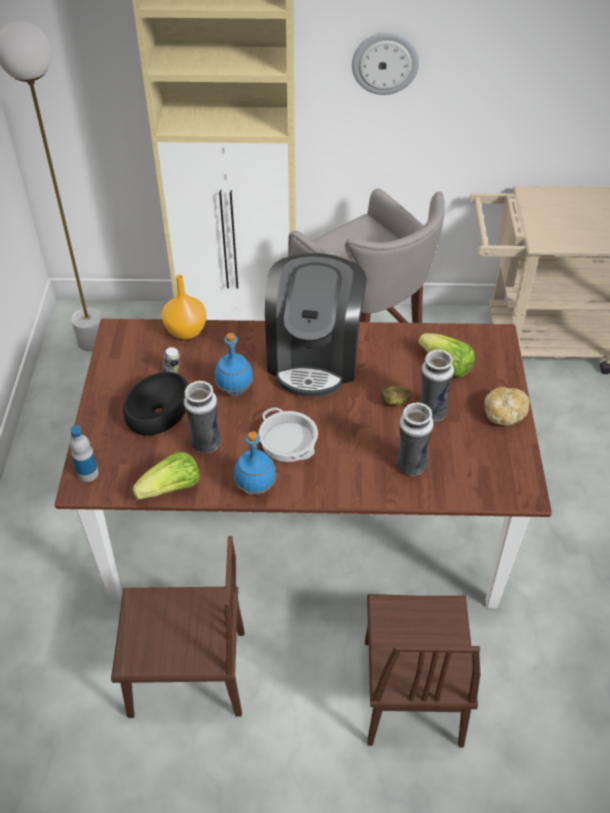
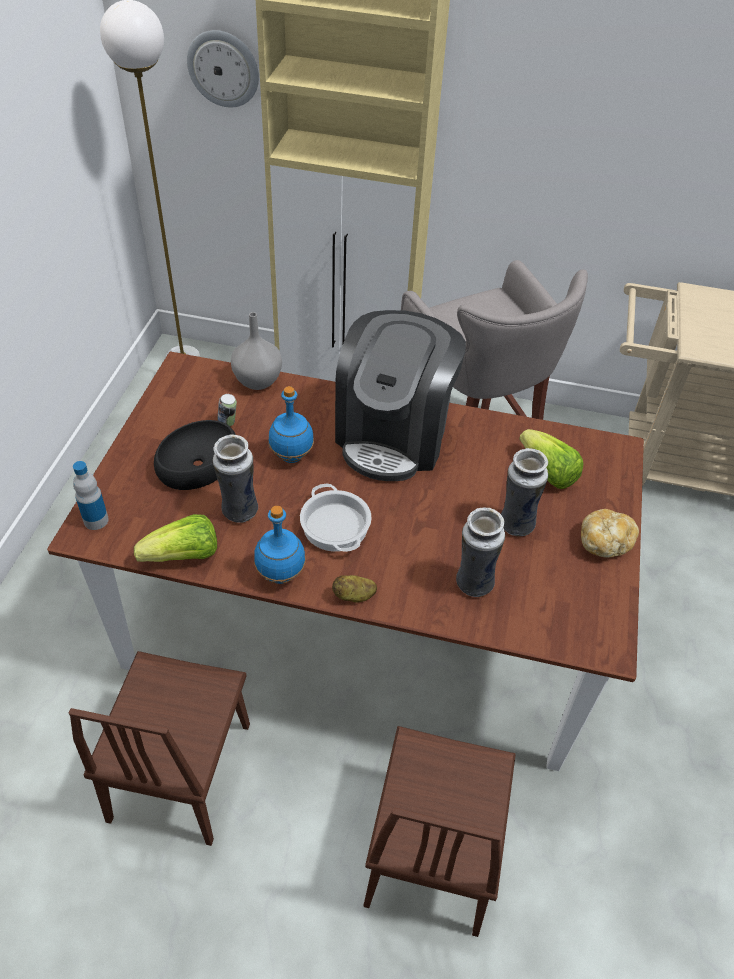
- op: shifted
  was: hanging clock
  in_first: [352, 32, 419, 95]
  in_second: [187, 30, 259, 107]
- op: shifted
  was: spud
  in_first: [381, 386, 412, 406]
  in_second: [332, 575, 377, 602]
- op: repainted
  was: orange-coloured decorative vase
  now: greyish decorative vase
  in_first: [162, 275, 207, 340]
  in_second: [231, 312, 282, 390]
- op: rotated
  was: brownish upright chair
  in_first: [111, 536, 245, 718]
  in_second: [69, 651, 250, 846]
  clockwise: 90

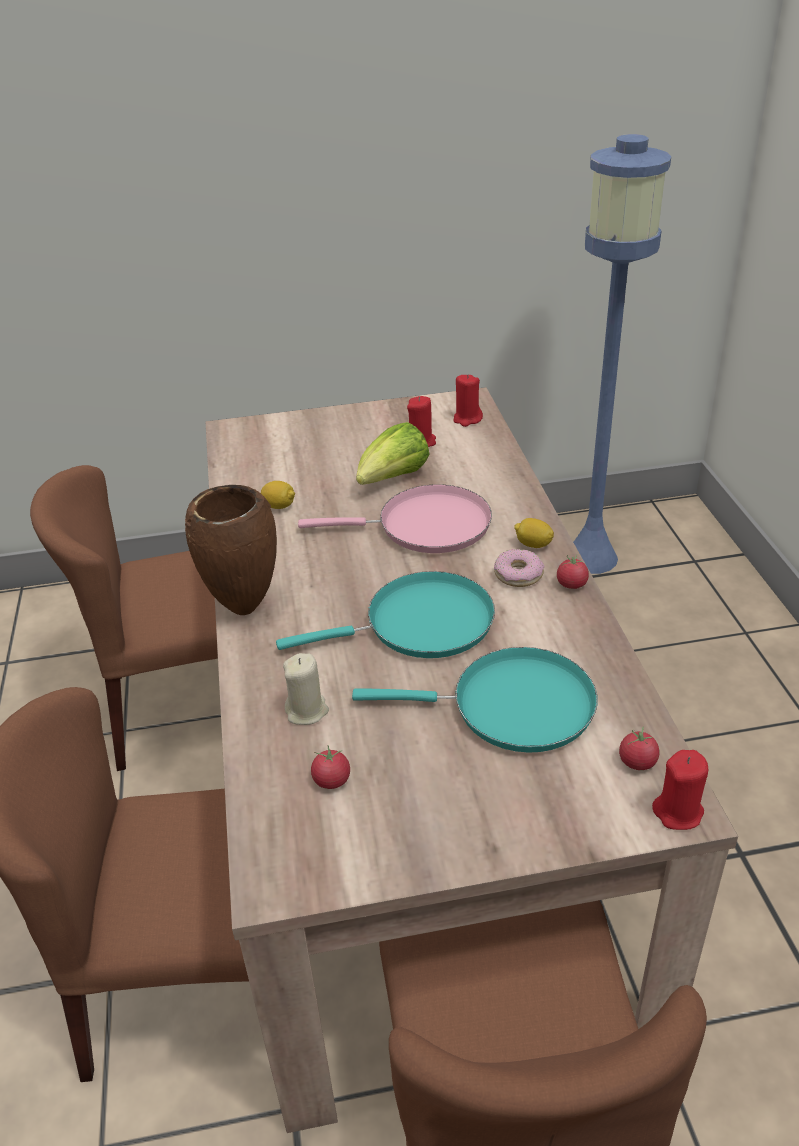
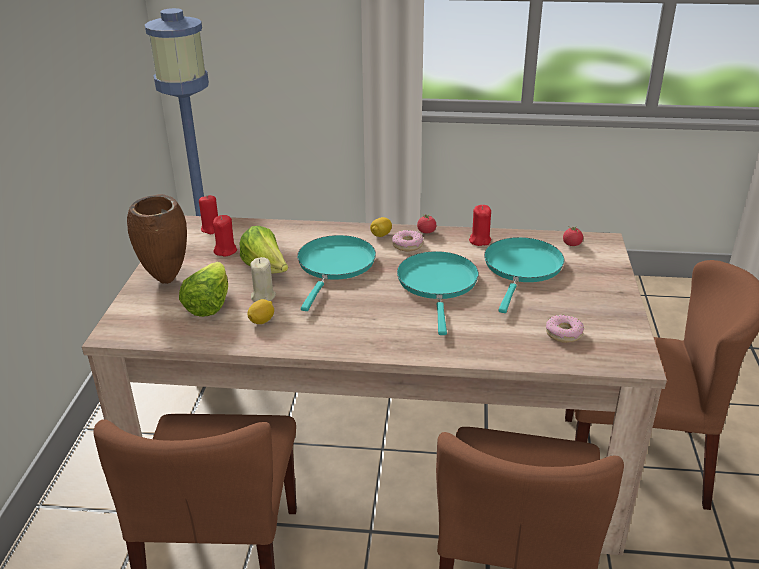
- op: new
  now: lettuce head
  in_second: [179, 262, 228, 317]
- op: shifted
  was: brownish decorative vase
  in_first: [185, 485, 277, 615]
  in_second: [127, 194, 187, 284]
- op: shifted
  was: beige candle
  in_first: [283, 653, 329, 725]
  in_second: [250, 257, 276, 302]
- op: shifted
  was: red-coloured candle
  in_first: [652, 750, 708, 830]
  in_second: [469, 205, 491, 246]
- op: swapped
  was: tomato
  now: doughnut
  in_first: [311, 746, 350, 789]
  in_second: [546, 315, 584, 343]
- op: repainted
  was: pink-coloured skillet
  now: blue-green skillet
  in_first: [298, 485, 492, 553]
  in_second: [297, 235, 376, 311]

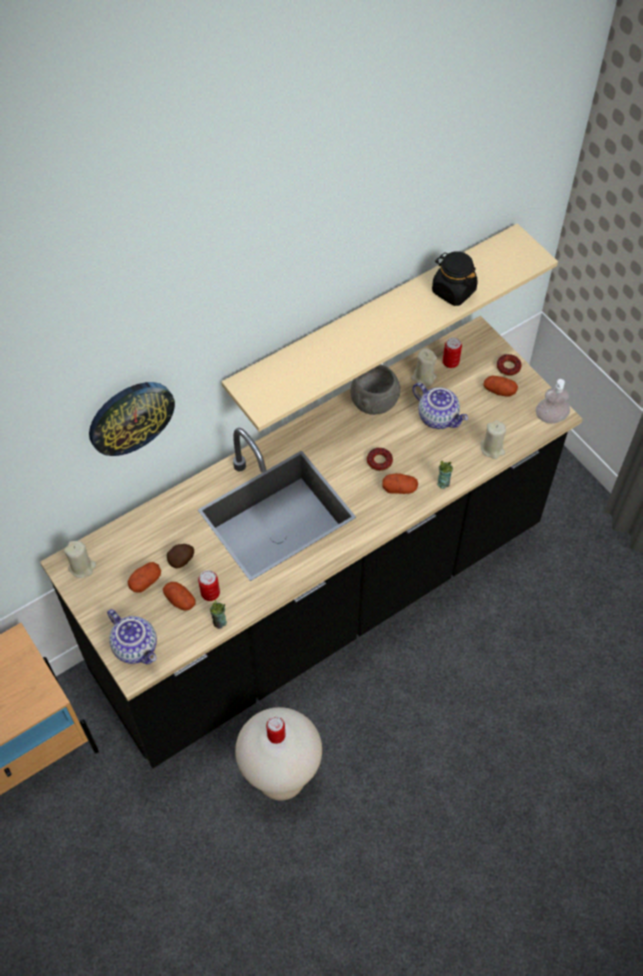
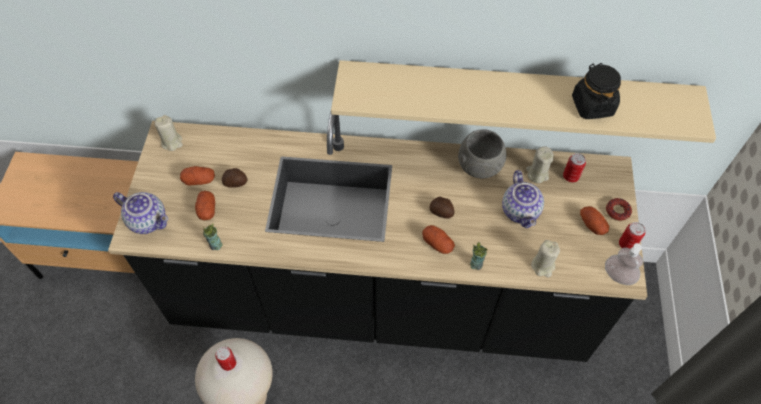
- op: gone
  was: hanging clock
  in_first: [89, 382, 175, 456]
- op: shifted
  was: sealed can
  in_first: [198, 570, 220, 601]
  in_second: [619, 222, 645, 249]
- op: swapped
  was: doughnut
  now: spud
  in_first: [367, 448, 393, 471]
  in_second: [430, 197, 454, 218]
- op: rotated
  was: teapot
  in_first: [107, 609, 157, 664]
  in_second: [113, 192, 168, 234]
  clockwise: -60

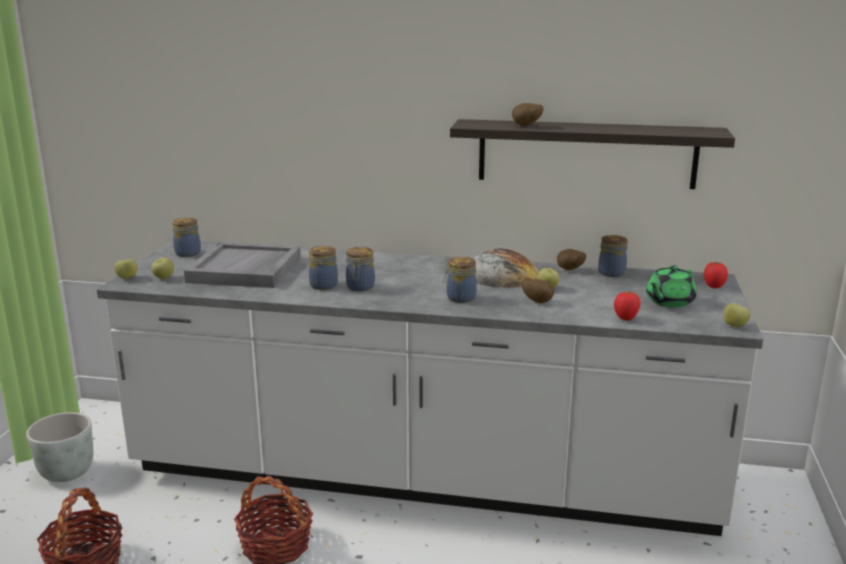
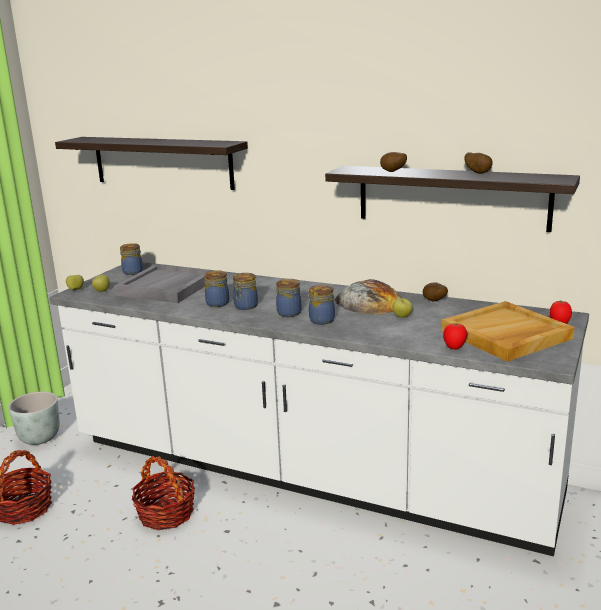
- op: gone
  was: apple
  in_first: [723, 303, 750, 327]
- op: new
  now: bracket shelf
  in_second: [55, 137, 248, 190]
- op: shifted
  was: spud
  in_first: [522, 278, 554, 303]
  in_second: [464, 152, 493, 174]
- op: shifted
  was: jar
  in_first: [598, 235, 628, 277]
  in_second: [276, 279, 301, 317]
- op: swapped
  was: green teapot
  now: beige tray
  in_first: [646, 265, 697, 308]
  in_second: [441, 301, 574, 362]

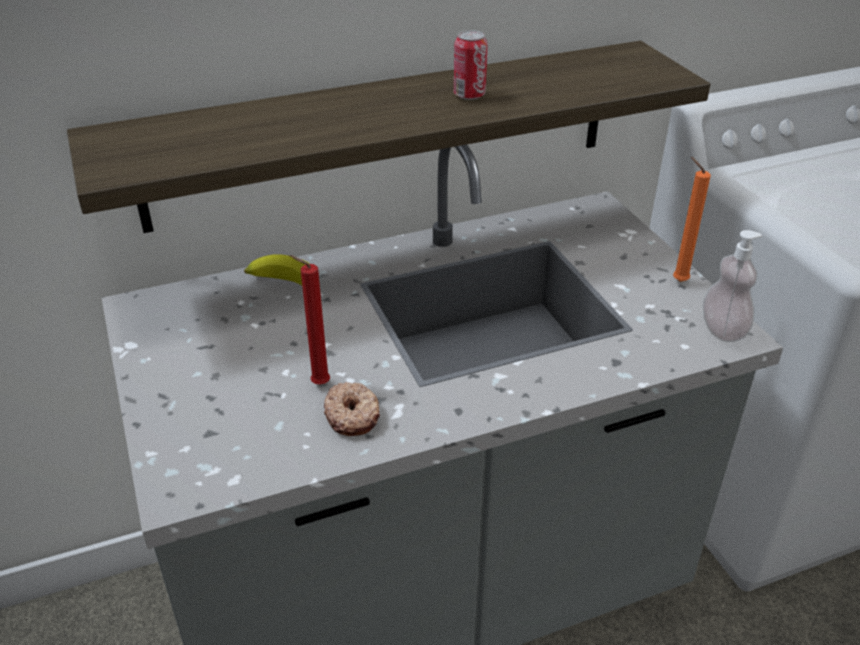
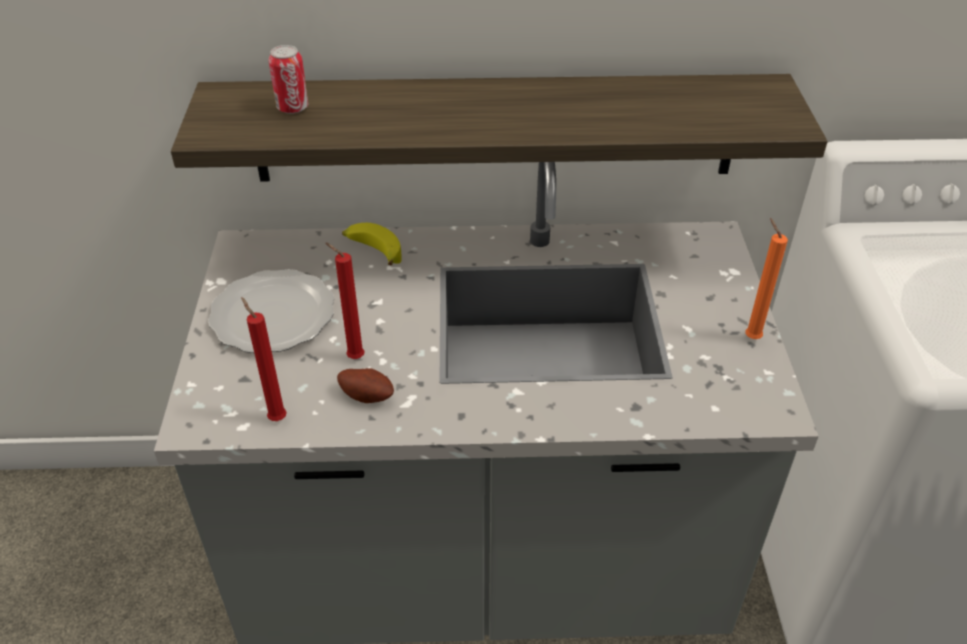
- op: gone
  was: soap bottle
  in_first: [703, 230, 762, 342]
- op: new
  now: dinner plate
  in_second: [208, 269, 334, 353]
- op: new
  now: red-coloured candle
  in_second: [241, 297, 287, 421]
- op: shifted
  was: sealed can
  in_first: [454, 30, 488, 100]
  in_second: [268, 45, 308, 114]
- op: swapped
  was: doughnut
  now: spud
  in_first: [324, 382, 380, 436]
  in_second: [337, 368, 394, 403]

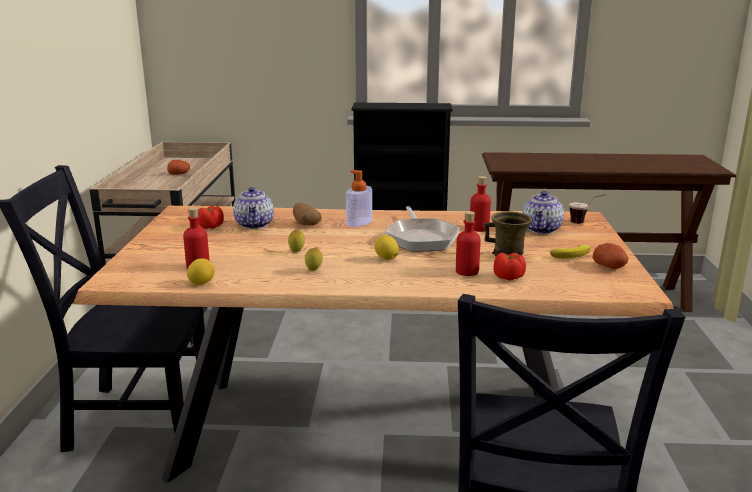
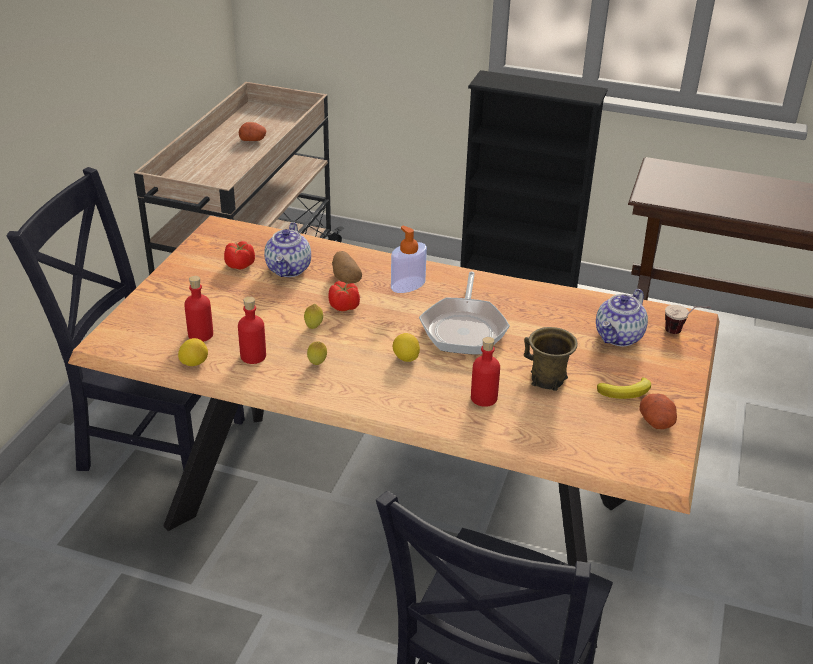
- op: shifted
  was: red-coloured drink bottle
  in_first: [470, 176, 491, 232]
  in_second: [238, 297, 266, 364]
- op: shifted
  was: tomato
  in_first: [494, 253, 526, 281]
  in_second: [328, 281, 360, 311]

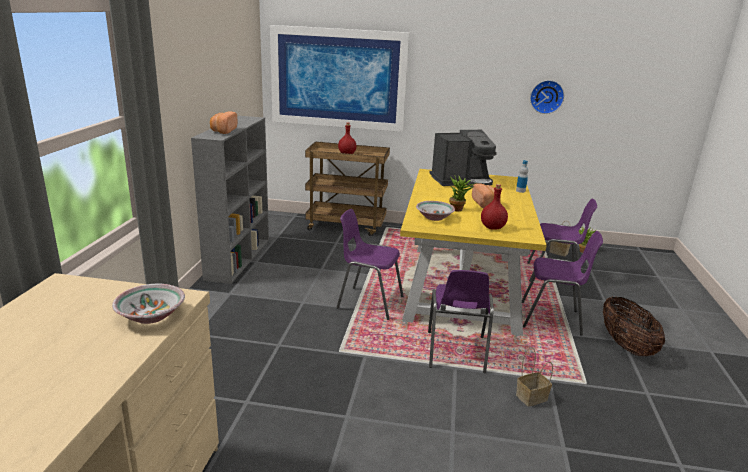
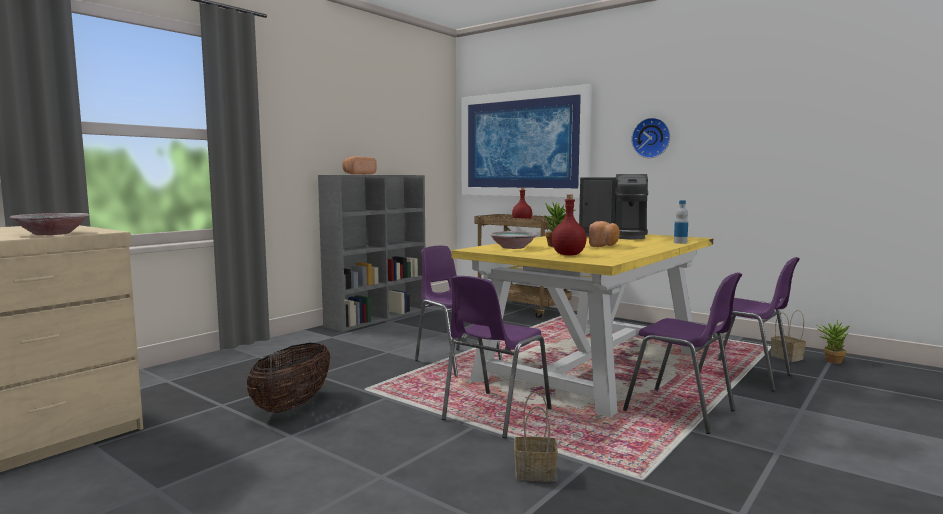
- op: shifted
  was: hanging clock
  in_first: [530, 80, 564, 114]
  in_second: [631, 118, 670, 158]
- op: shifted
  was: basket
  in_first: [603, 296, 665, 356]
  in_second: [246, 343, 330, 413]

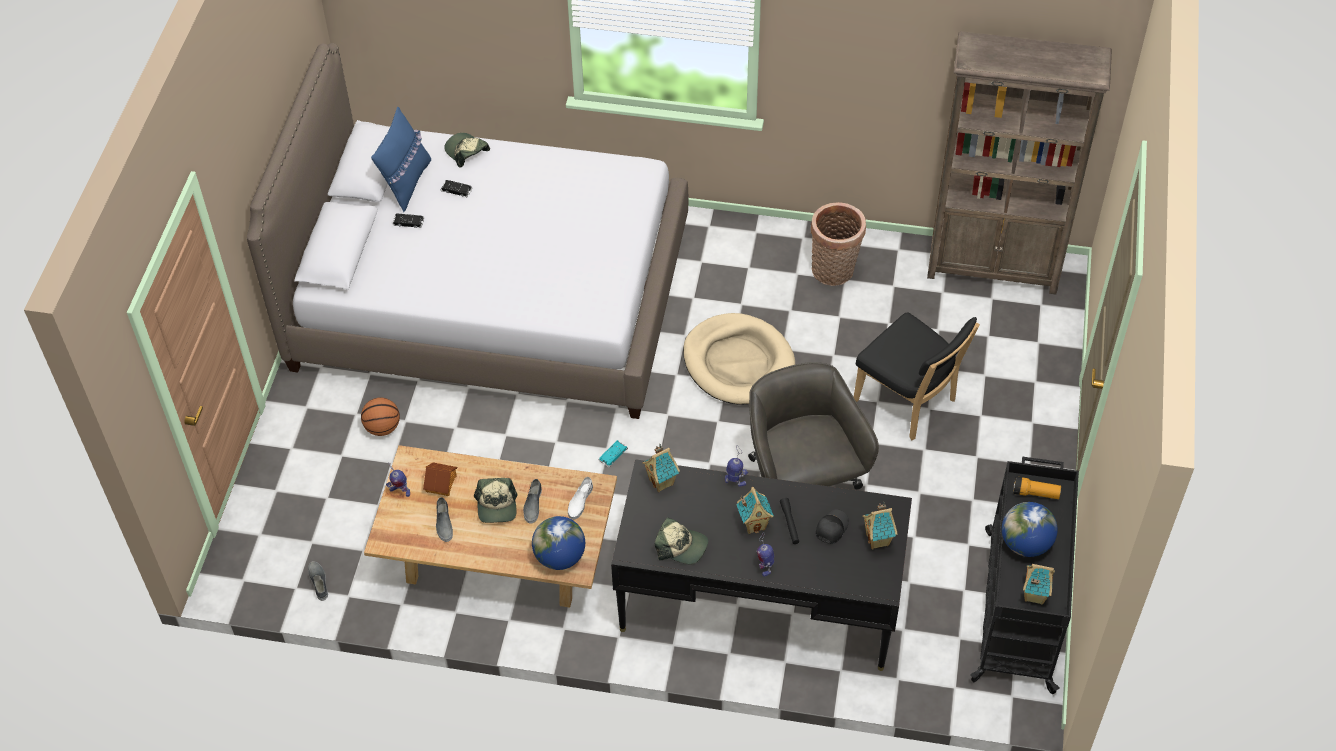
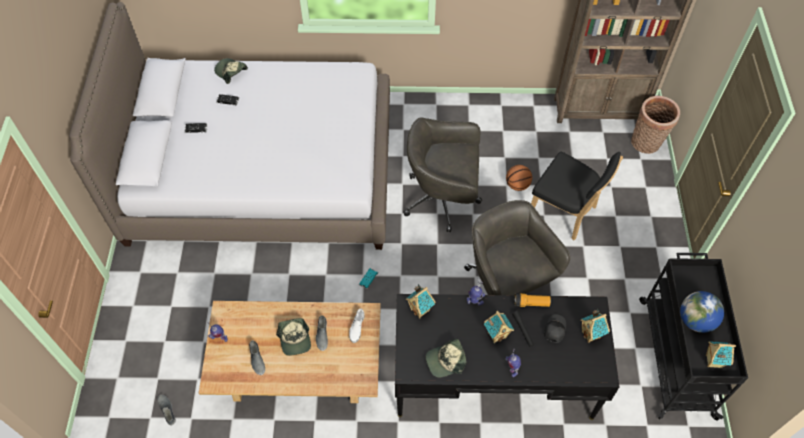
- op: gone
  was: blue pillow
  in_first: [371, 107, 431, 212]
- op: gone
  was: model house
  in_first: [423, 462, 457, 496]
- op: gone
  was: world globe
  in_first: [532, 516, 585, 570]
- op: shifted
  was: ball for basketball
  in_first: [361, 397, 400, 436]
  in_second: [506, 165, 532, 191]
- op: shifted
  was: basket
  in_first: [811, 202, 866, 286]
  in_second: [631, 96, 680, 154]
- op: shifted
  was: hand torch
  in_first: [1013, 476, 1061, 499]
  in_second: [514, 293, 551, 307]
- op: swapped
  was: beige pet bed
  now: greyish office chair
  in_first: [683, 313, 795, 405]
  in_second: [403, 117, 482, 232]
- op: rotated
  was: cap
  in_first: [655, 518, 708, 564]
  in_second: [426, 339, 467, 378]
  clockwise: 150

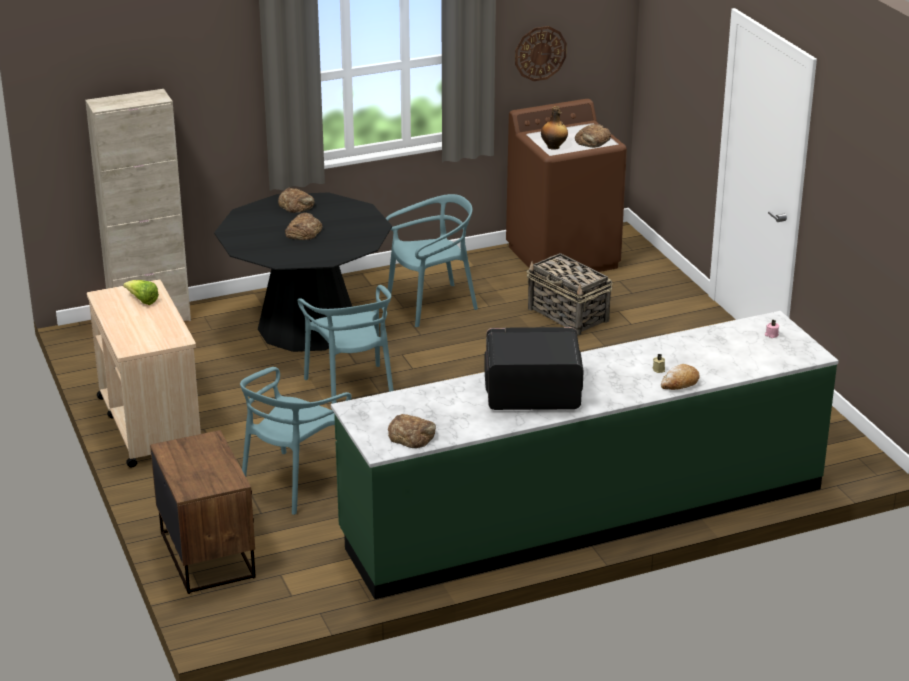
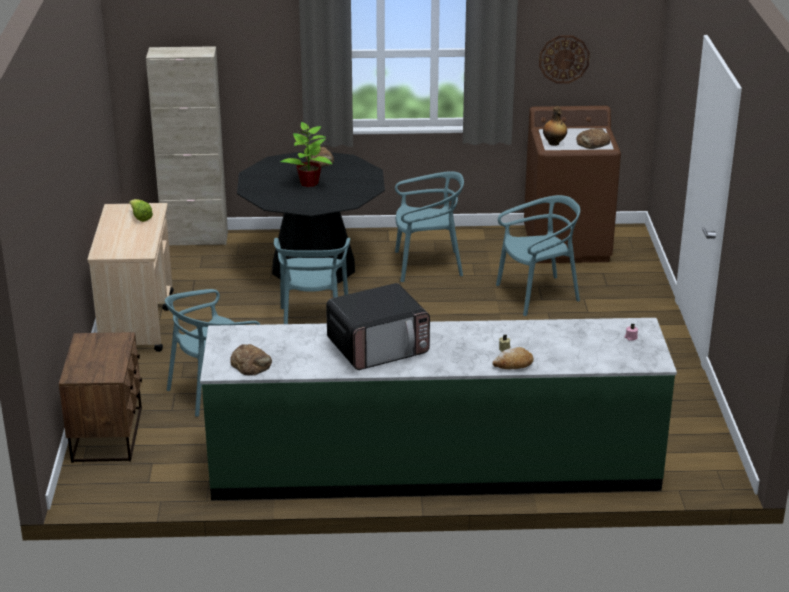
- op: swapped
  was: bread
  now: houseplant
  in_first: [285, 213, 323, 240]
  in_second: [280, 122, 332, 187]
- op: swapped
  was: basket
  now: blue-green upright chair
  in_first: [526, 253, 612, 335]
  in_second: [496, 195, 580, 316]
- op: rotated
  was: kitchen microwave
  in_first: [484, 327, 583, 410]
  in_second: [326, 283, 430, 370]
  clockwise: 135

